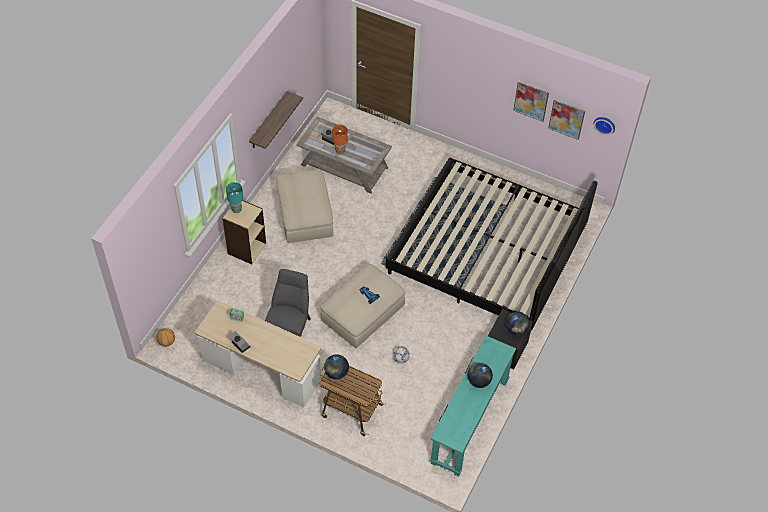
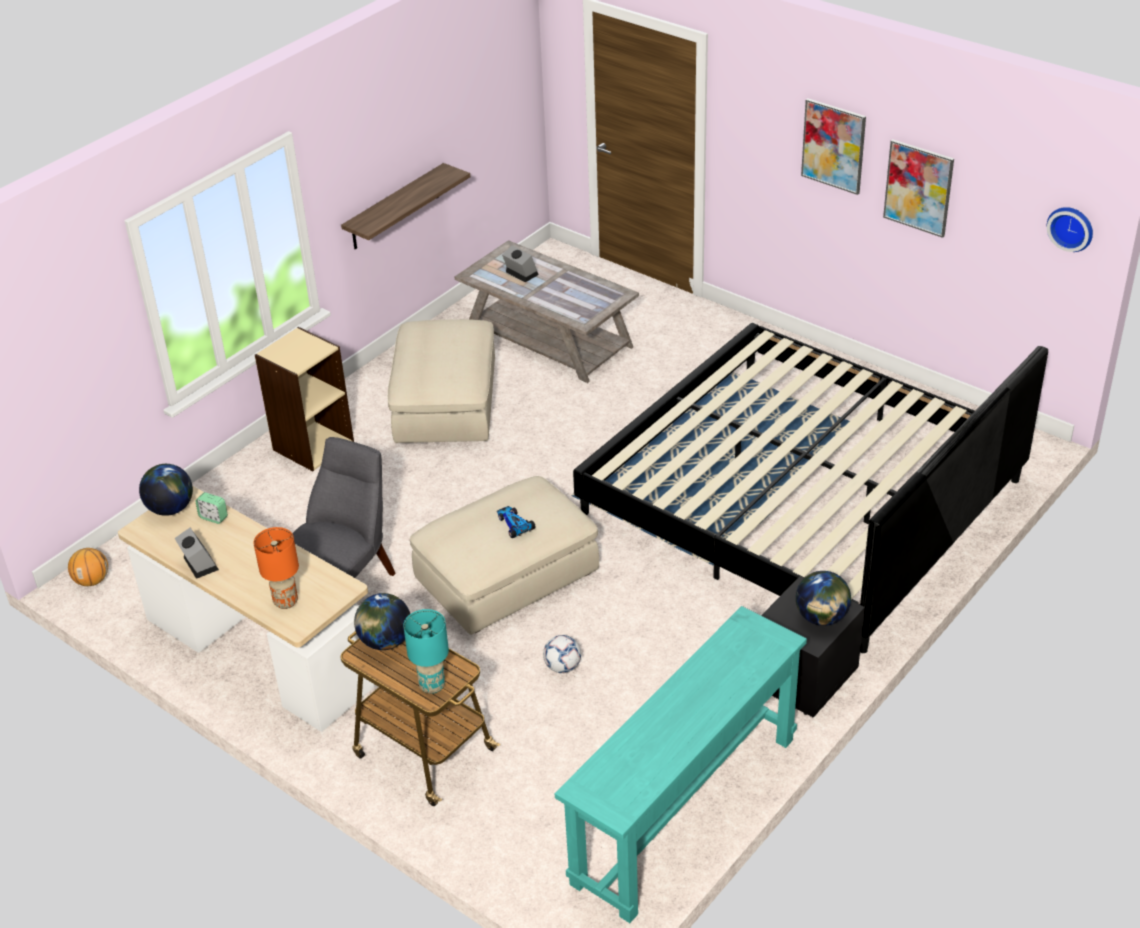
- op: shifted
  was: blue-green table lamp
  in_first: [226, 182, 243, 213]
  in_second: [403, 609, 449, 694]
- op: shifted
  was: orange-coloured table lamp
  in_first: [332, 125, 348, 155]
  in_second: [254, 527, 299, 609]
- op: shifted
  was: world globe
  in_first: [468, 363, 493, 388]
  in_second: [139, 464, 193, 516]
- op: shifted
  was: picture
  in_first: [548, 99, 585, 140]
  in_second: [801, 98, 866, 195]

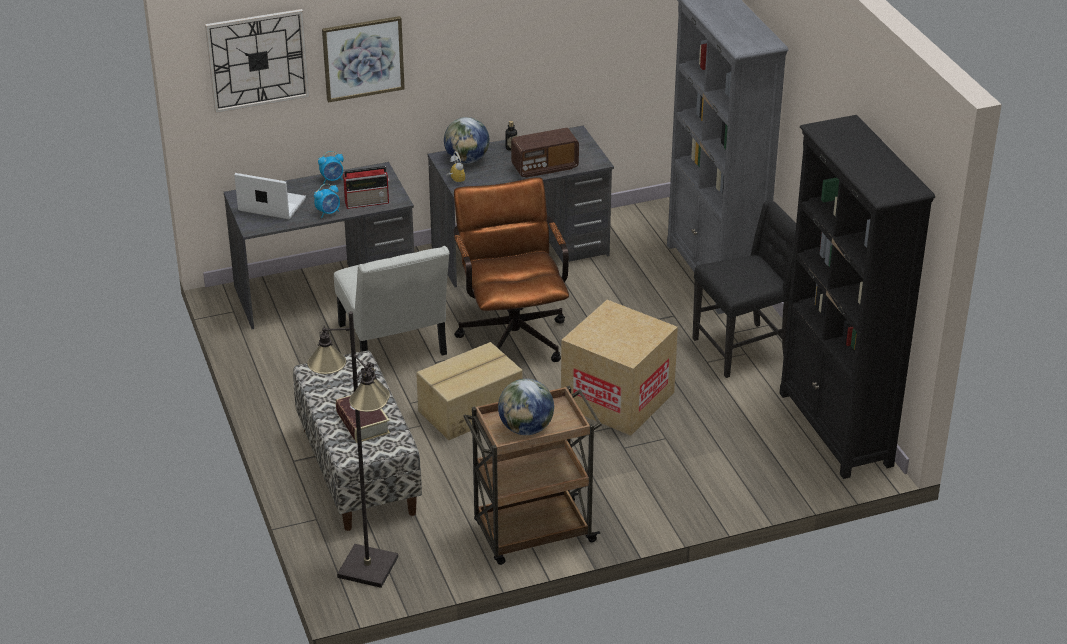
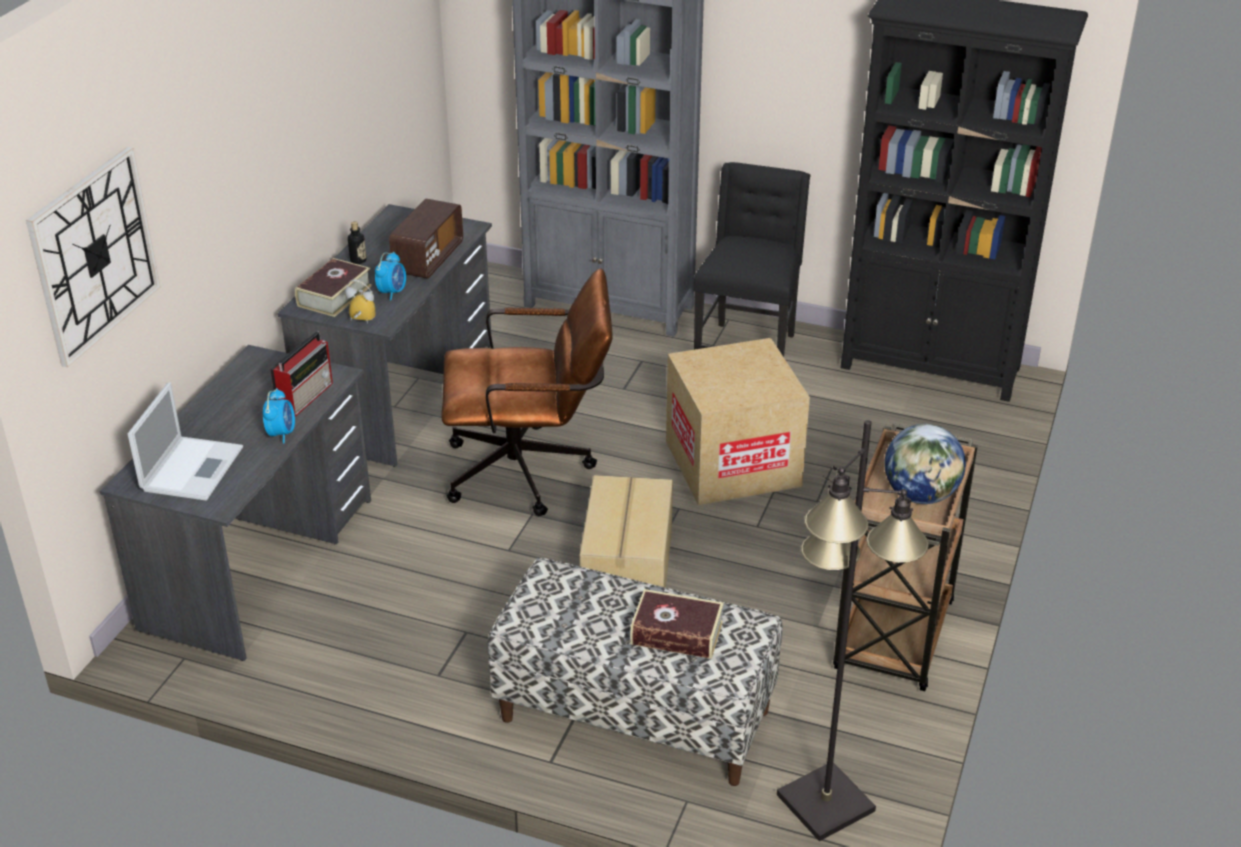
- op: gone
  was: picture
  in_first: [322, 16, 405, 103]
- op: gone
  was: white upright chair
  in_first: [334, 246, 449, 355]
- op: shifted
  was: table clock
  in_first: [318, 151, 344, 184]
  in_second: [375, 252, 406, 300]
- op: swapped
  was: world globe
  now: volume
  in_first: [444, 117, 490, 163]
  in_second: [295, 258, 372, 317]
- op: rotated
  was: notebook computer
  in_first: [234, 173, 306, 220]
  in_second: [128, 382, 243, 501]
  clockwise: 135
- op: rotated
  was: brownish office chair
  in_first: [453, 177, 569, 362]
  in_second: [441, 268, 613, 516]
  clockwise: 150

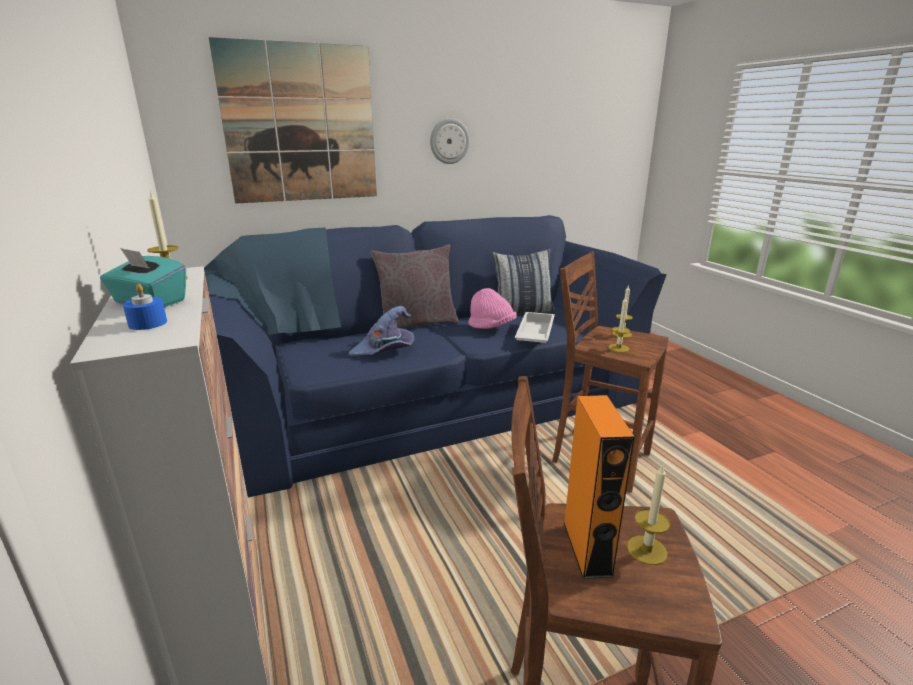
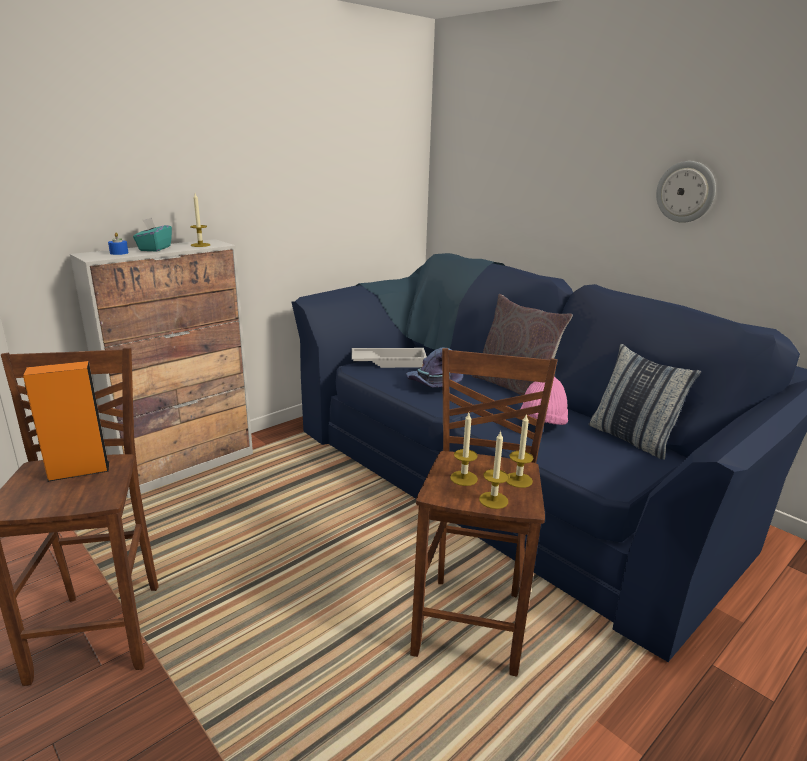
- op: gone
  was: picture
  in_first: [209, 37, 377, 204]
- op: shifted
  was: white tray
  in_first: [515, 312, 555, 343]
  in_second: [352, 348, 427, 368]
- op: shifted
  was: candle
  in_first: [627, 464, 670, 565]
  in_second: [479, 430, 509, 509]

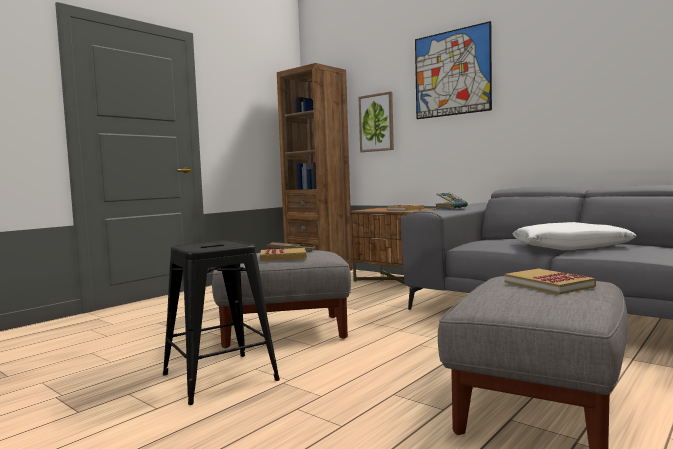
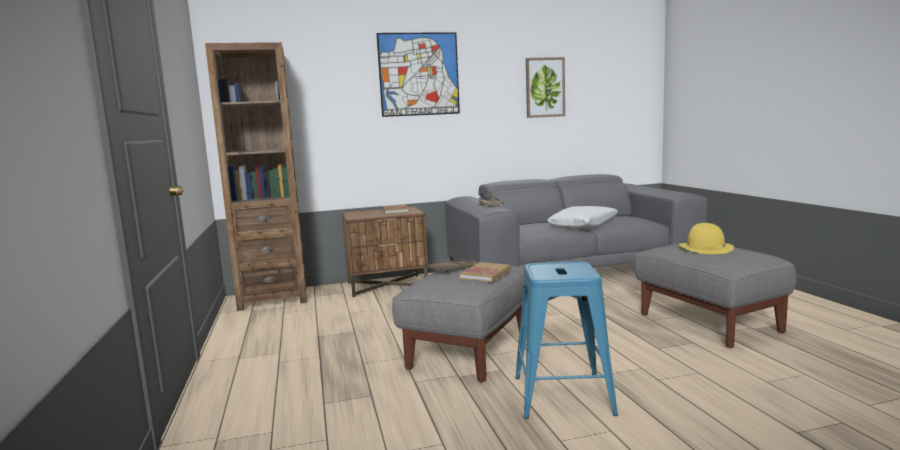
- op: shifted
  was: picture
  in_first: [359, 92, 394, 152]
  in_second: [526, 57, 565, 118]
- op: swapped
  was: volume
  now: yellow wearable hat
  in_first: [505, 268, 596, 294]
  in_second: [679, 223, 734, 254]
- op: repainted
  was: black stool seat
  now: blue stool seat
  in_first: [163, 240, 280, 405]
  in_second: [515, 262, 618, 419]

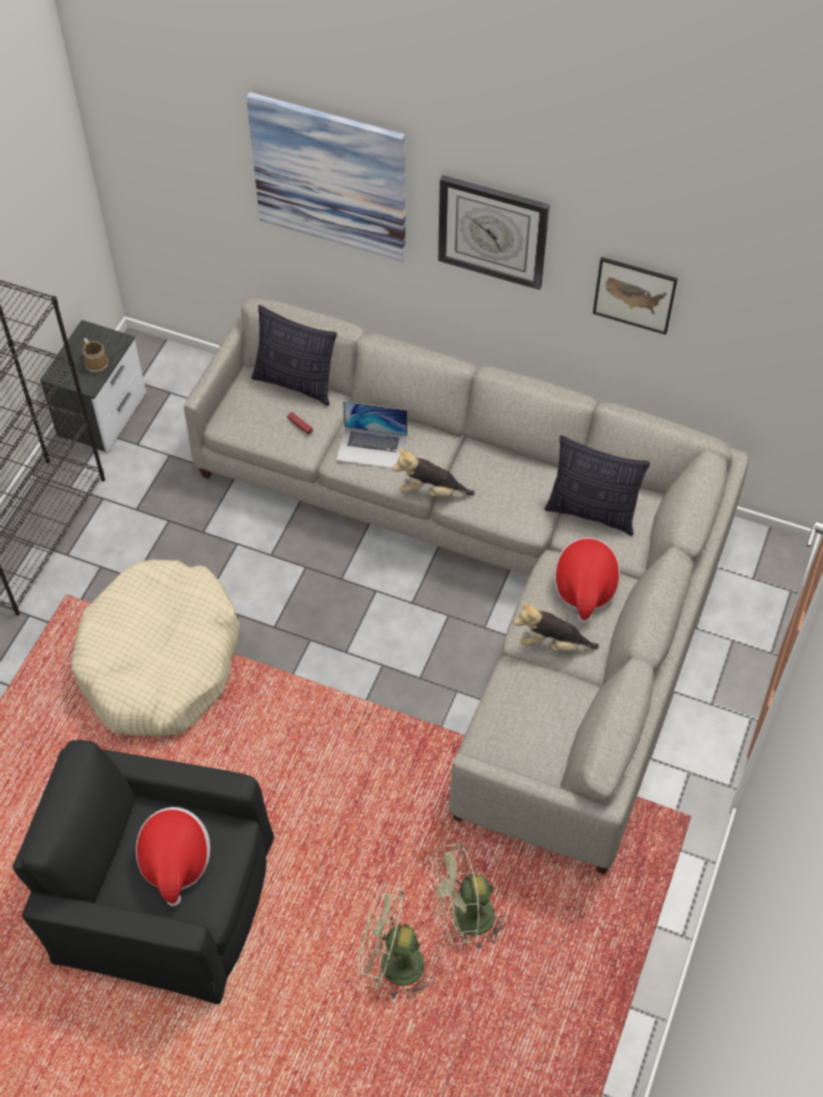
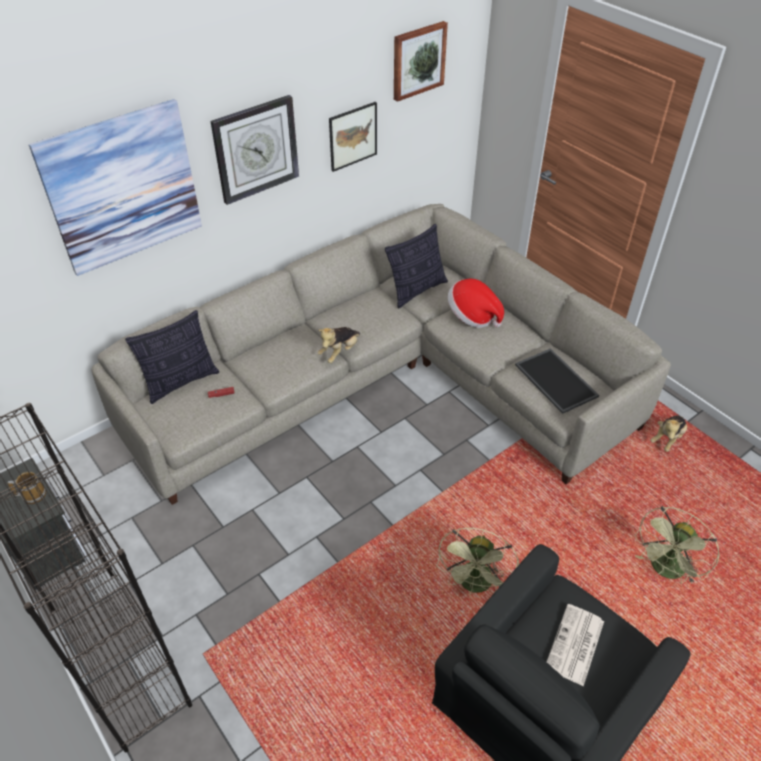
- op: gone
  was: beige pet bed
  in_first: [71, 559, 240, 737]
- op: gone
  was: notebook computer
  in_first: [336, 401, 407, 468]
- op: new
  now: picture
  in_second: [394, 21, 448, 102]
- op: new
  now: tray
  in_second: [515, 348, 599, 414]
- op: shifted
  was: green electric fan
  in_first: [431, 843, 510, 951]
  in_second: [437, 528, 519, 595]
- op: shifted
  was: cuddly toy
  in_first: [513, 602, 599, 652]
  in_second: [650, 415, 687, 452]
- op: swapped
  was: wearable hat
  now: newspaper
  in_first: [136, 807, 210, 906]
  in_second: [547, 604, 604, 686]

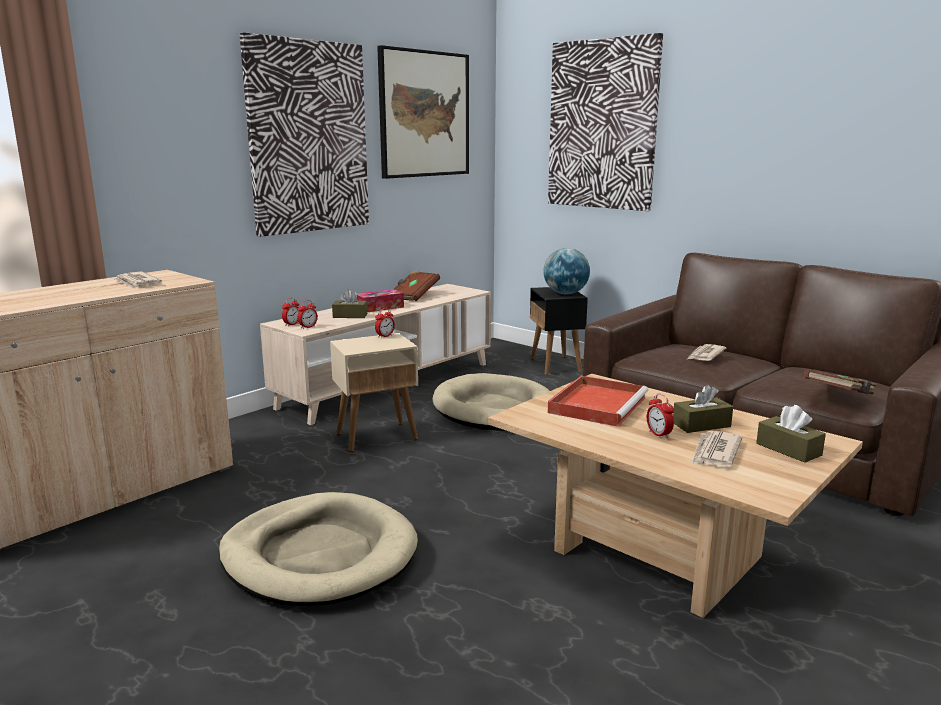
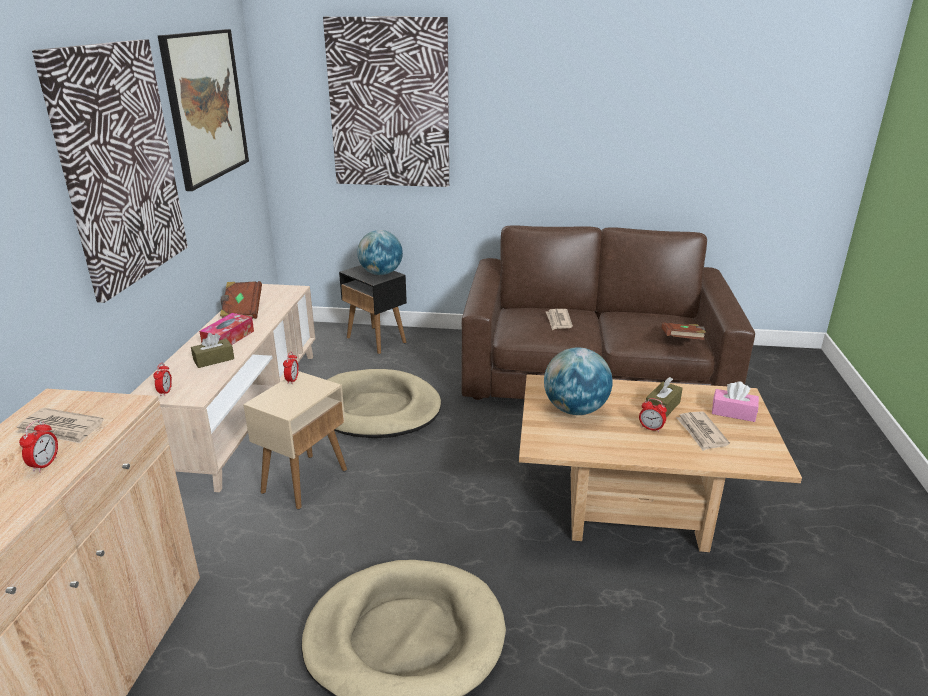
- op: shifted
  was: table clock
  in_first: [297, 300, 318, 329]
  in_second: [19, 420, 58, 472]
- op: swapped
  was: red-coloured tray
  now: world globe
  in_first: [548, 376, 648, 427]
  in_second: [544, 348, 612, 415]
- op: repainted
  was: brownish tissue holder
  now: pink-coloured tissue holder
  in_first: [756, 405, 826, 463]
  in_second: [712, 381, 759, 422]

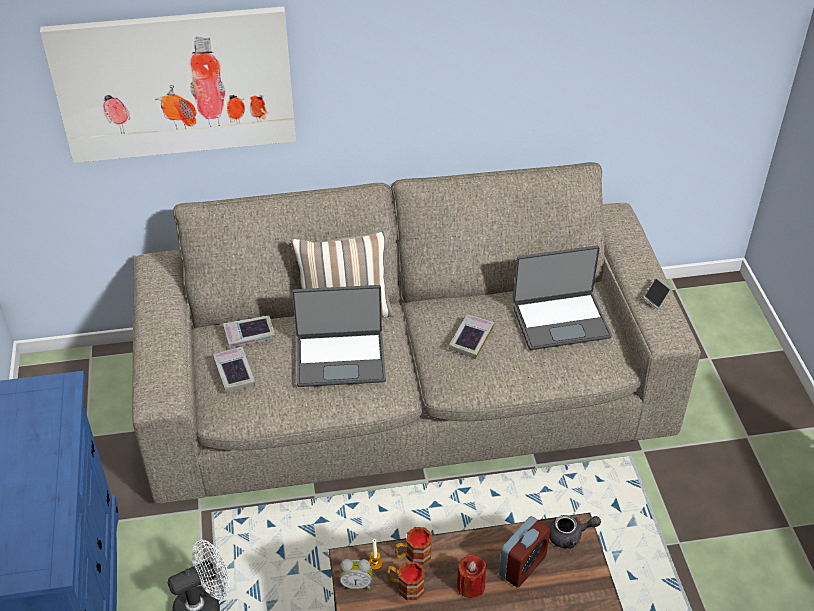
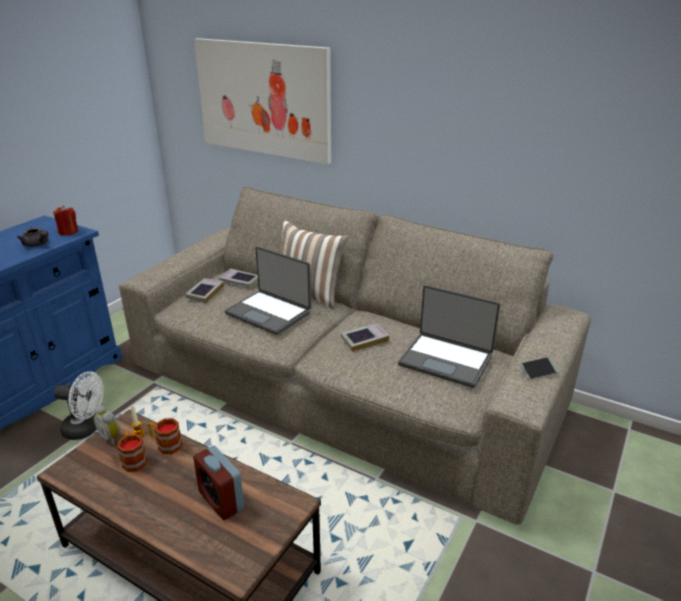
- op: shifted
  was: red-coloured candle
  in_first: [457, 554, 487, 598]
  in_second: [53, 206, 78, 236]
- op: shifted
  was: greyish teapot
  in_first: [549, 515, 601, 549]
  in_second: [17, 227, 49, 247]
- op: rotated
  was: table clock
  in_first: [499, 516, 550, 588]
  in_second: [193, 446, 244, 520]
  clockwise: 60

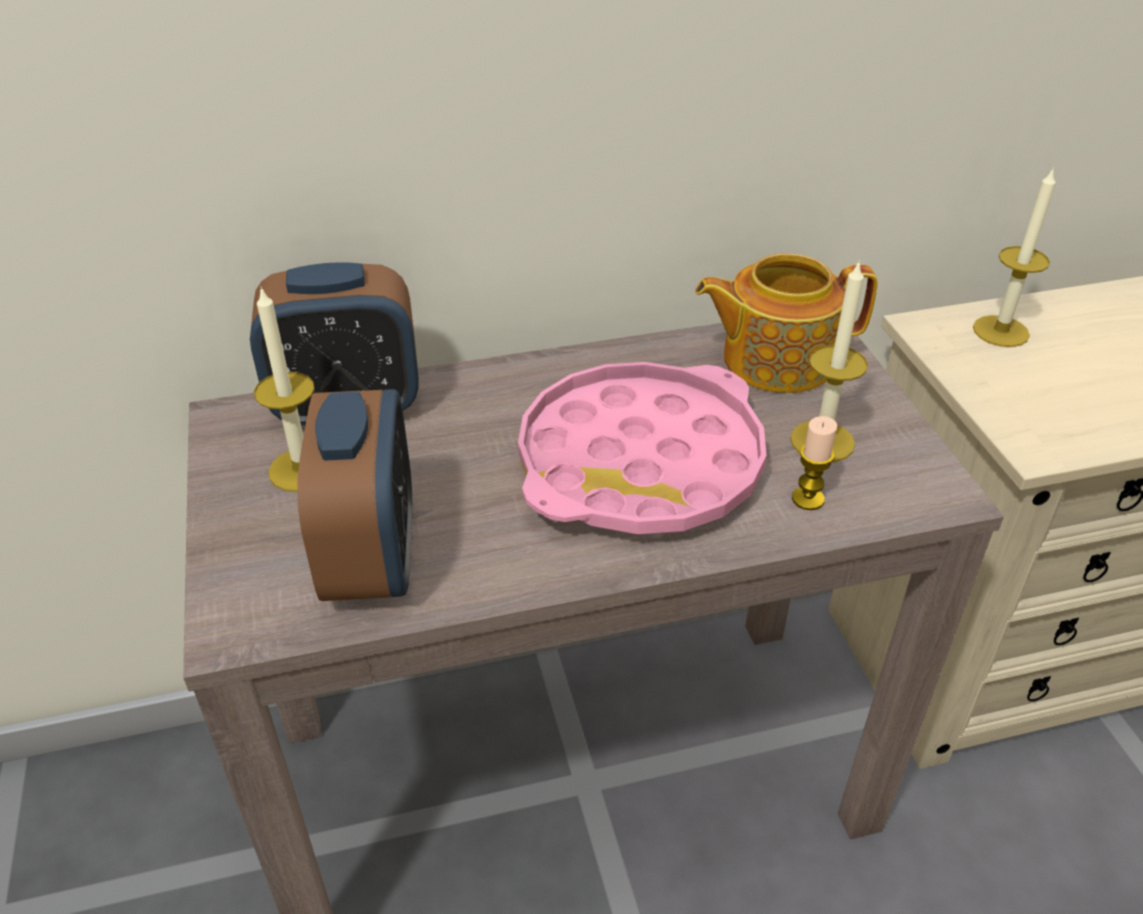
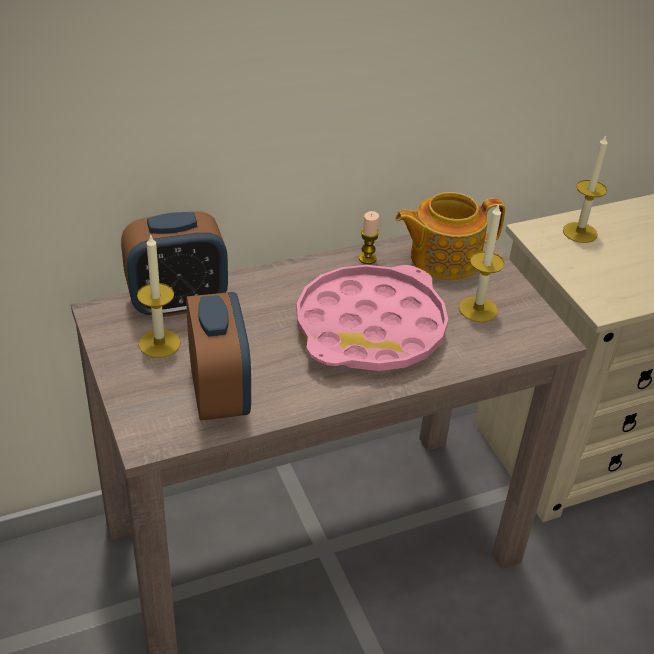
- op: shifted
  was: candle
  in_first: [792, 416, 837, 510]
  in_second: [359, 211, 379, 264]

